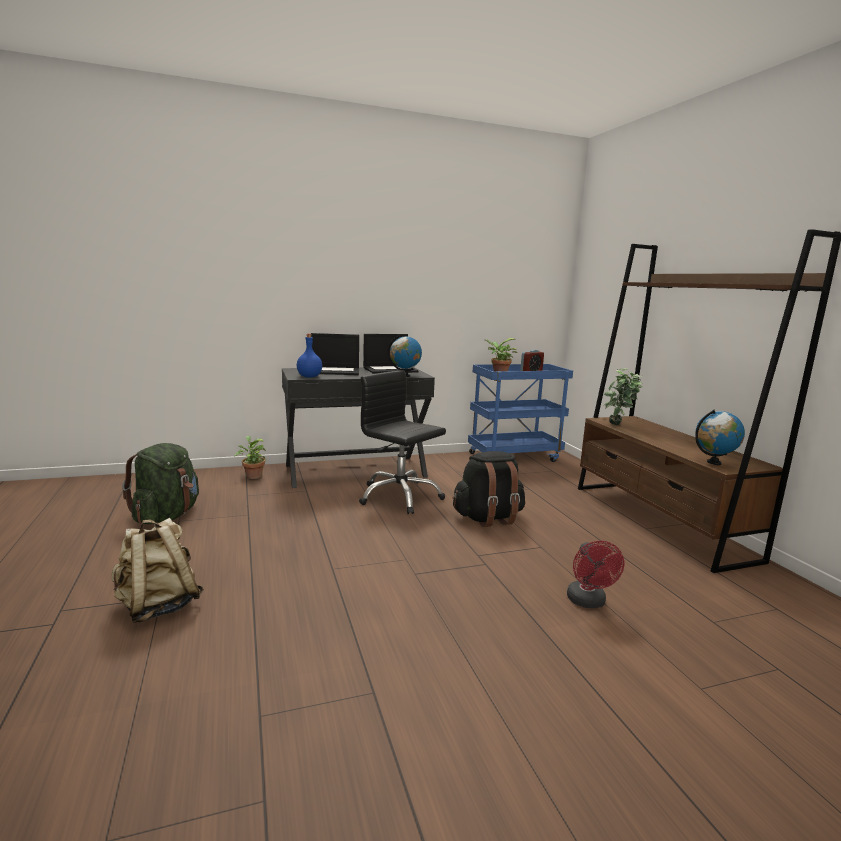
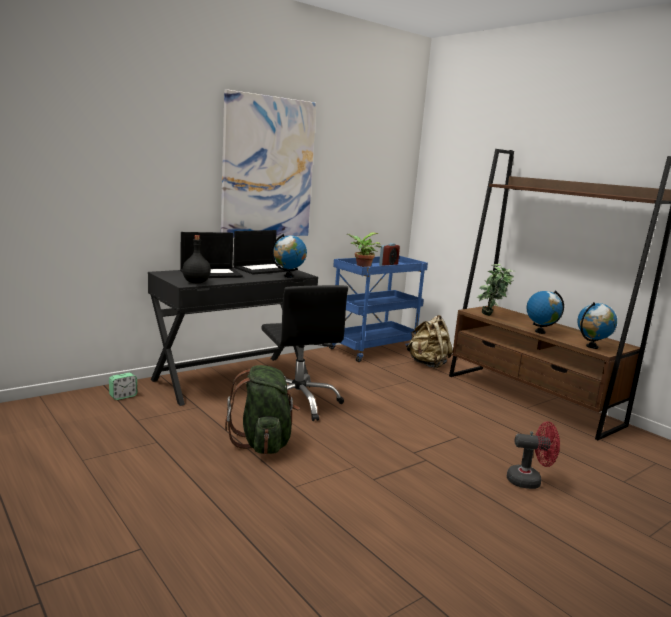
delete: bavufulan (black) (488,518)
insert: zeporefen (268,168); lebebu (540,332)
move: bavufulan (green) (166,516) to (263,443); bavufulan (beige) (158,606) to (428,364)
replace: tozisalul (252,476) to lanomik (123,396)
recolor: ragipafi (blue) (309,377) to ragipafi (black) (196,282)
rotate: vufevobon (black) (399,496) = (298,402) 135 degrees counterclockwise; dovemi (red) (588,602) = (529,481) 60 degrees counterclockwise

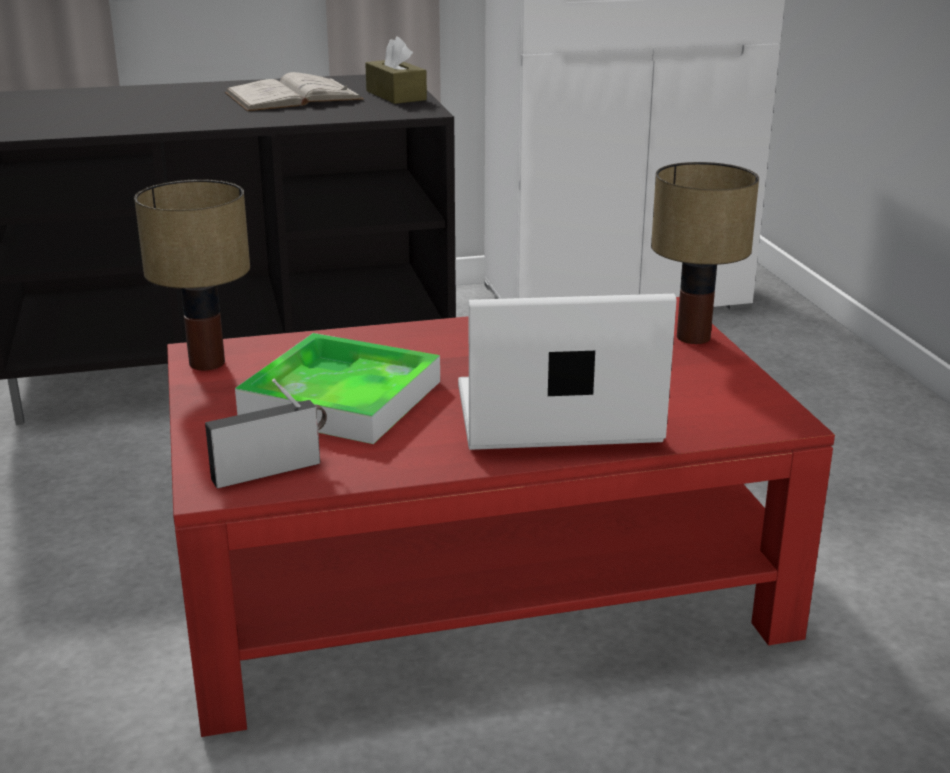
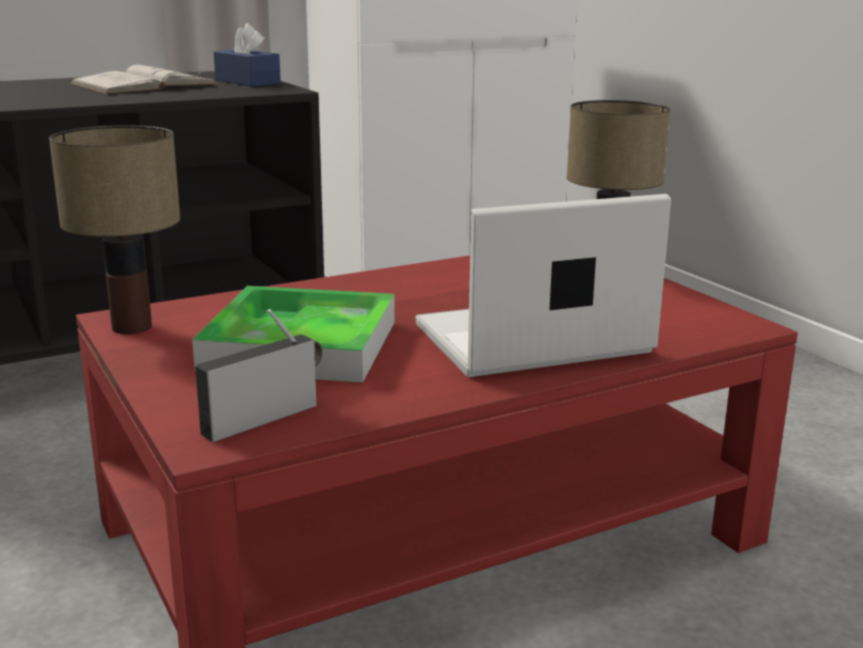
recolor: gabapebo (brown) (396,95) to gabapebo (blue) (247,82)

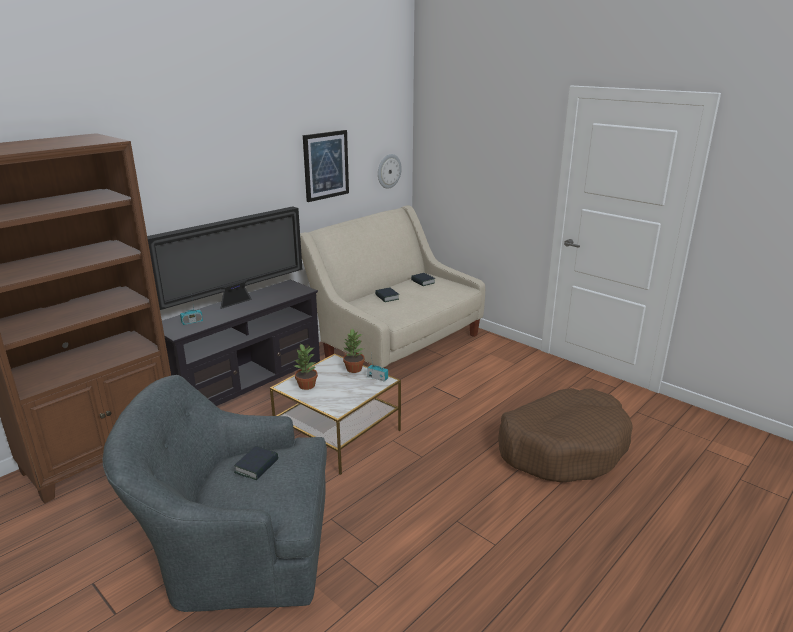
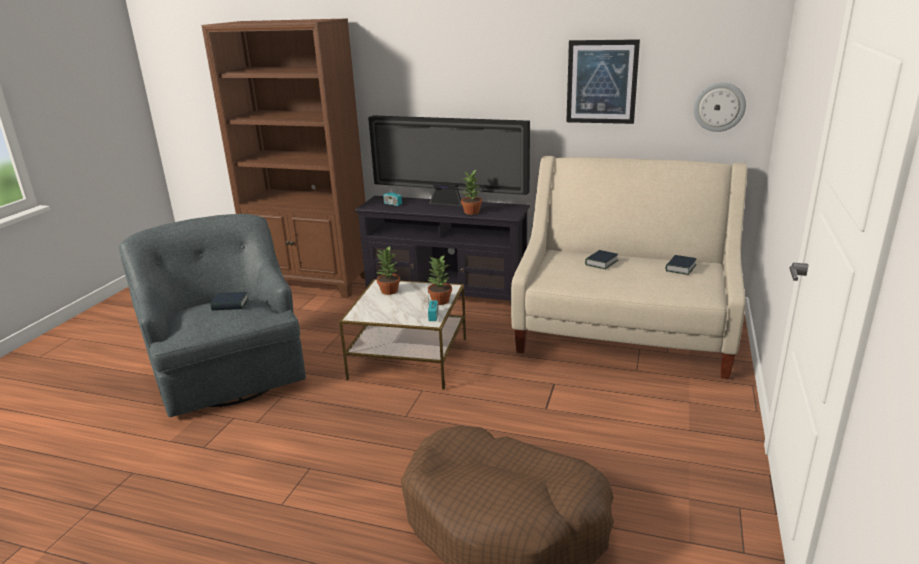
insert: tozisalul (472,212)

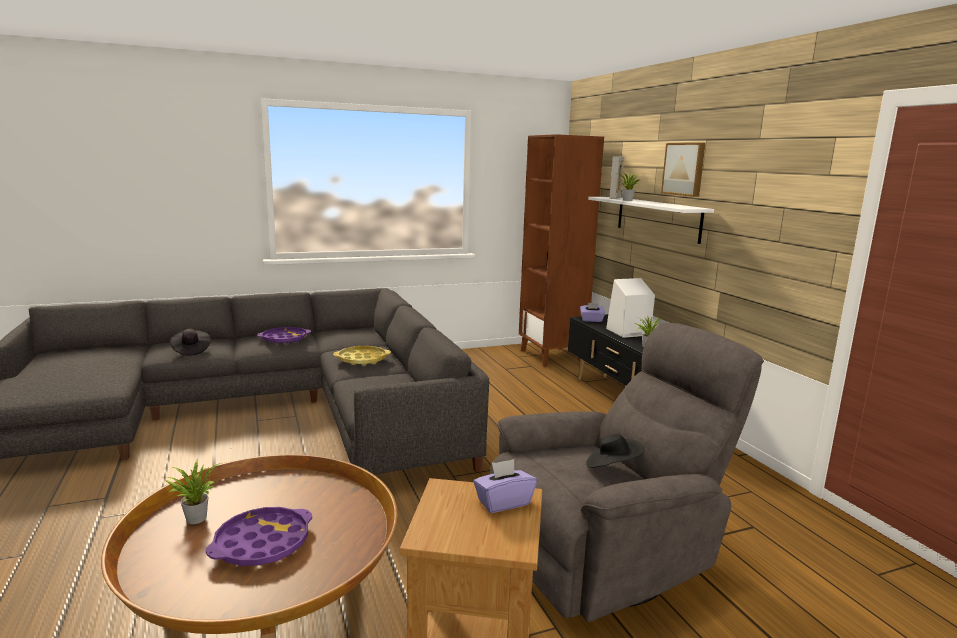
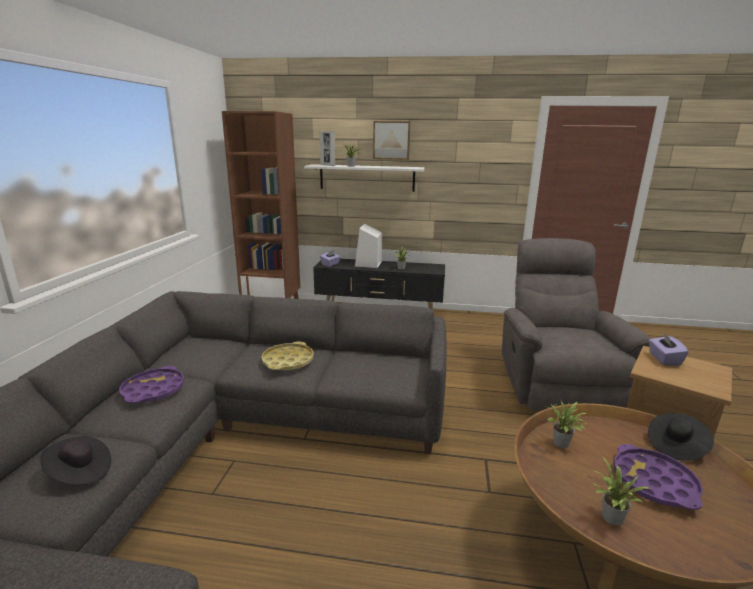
insert: tozisalul (561,444)
move: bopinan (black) (612,467) to (675,446)

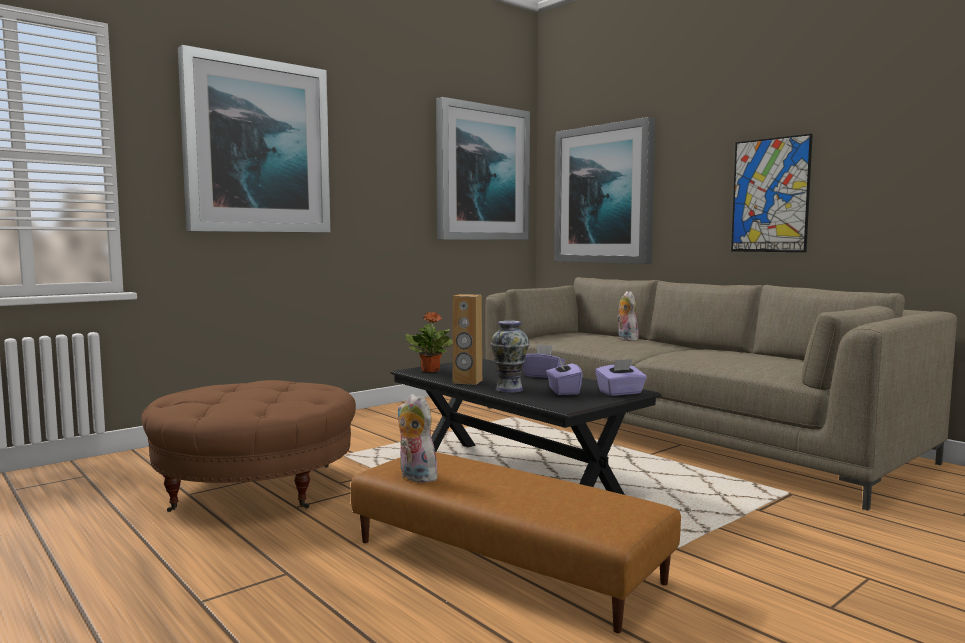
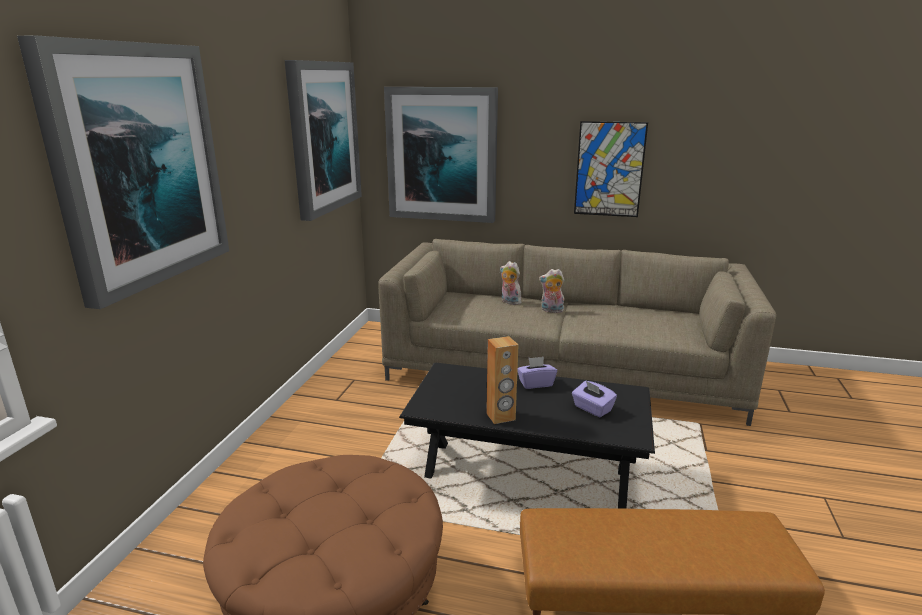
delete: tozisalul (430,370); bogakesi (509,389); gabapebo (purple) (620,393)
move: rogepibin (415,477) to (551,310)

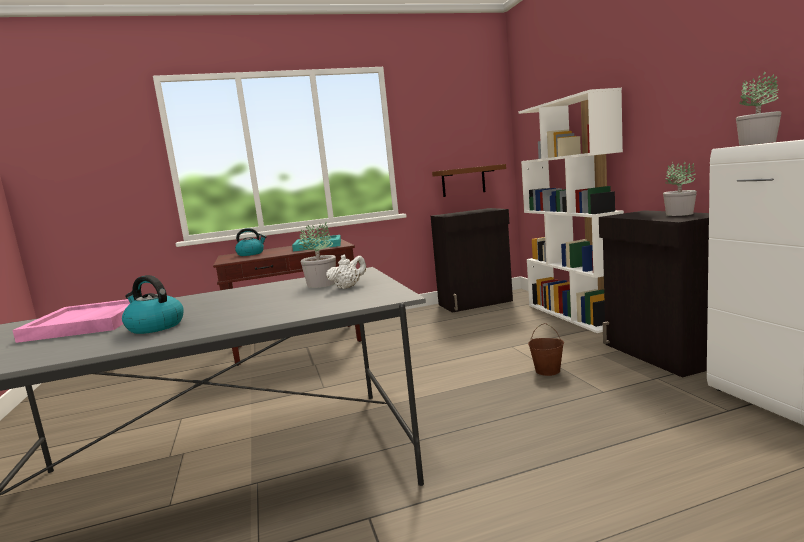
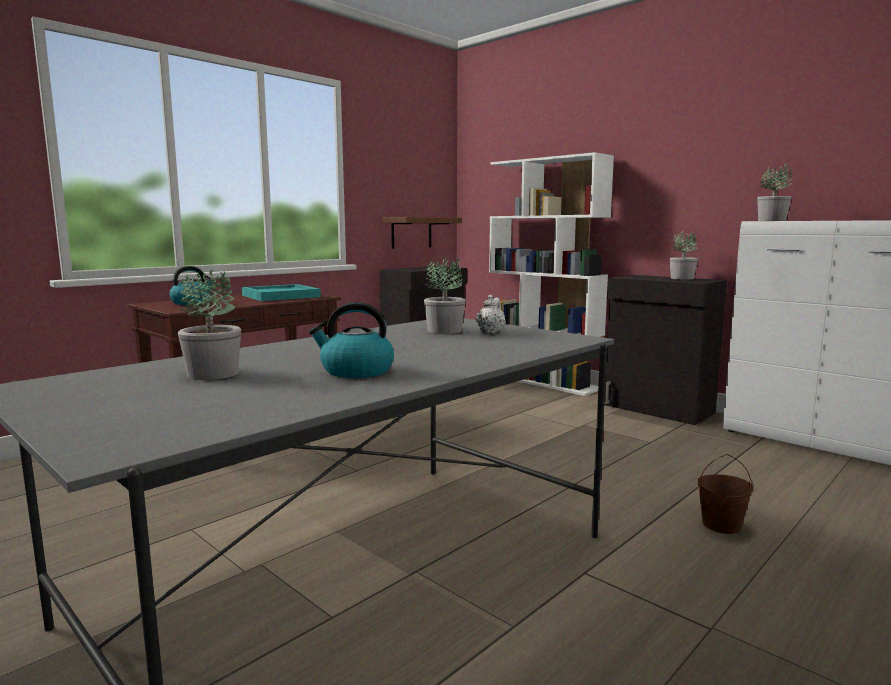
move: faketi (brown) (547,371) to (721,525)
replace: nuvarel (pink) (89,323) to tozisalul (214,374)

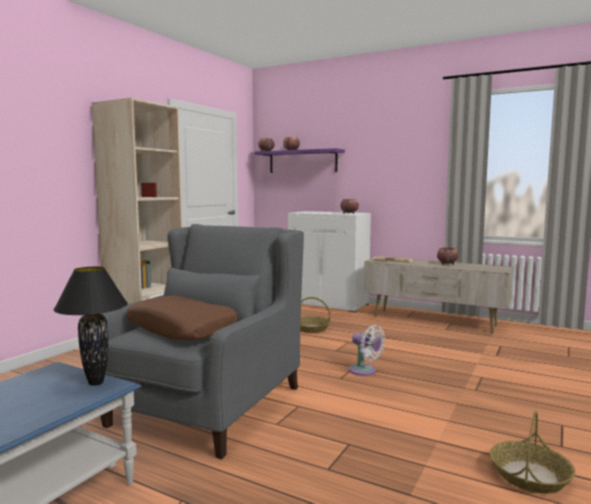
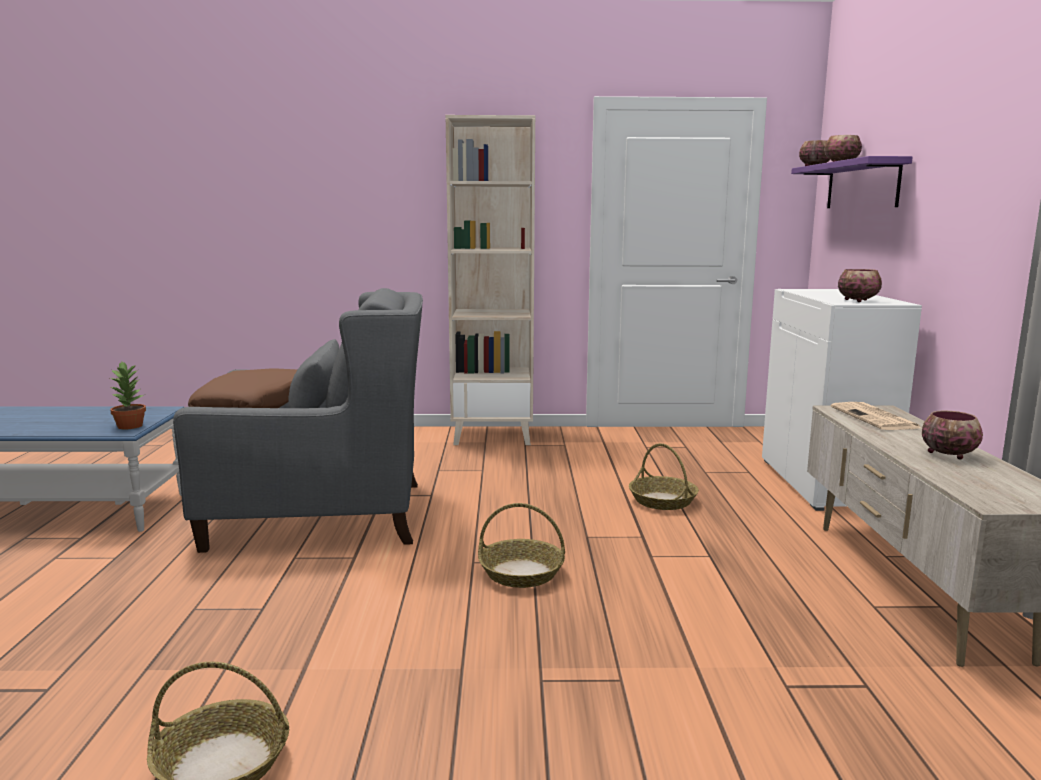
replace: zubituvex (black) (95,383) to tozisalul (130,426); dovemi (white) (365,371) to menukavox (522,573)

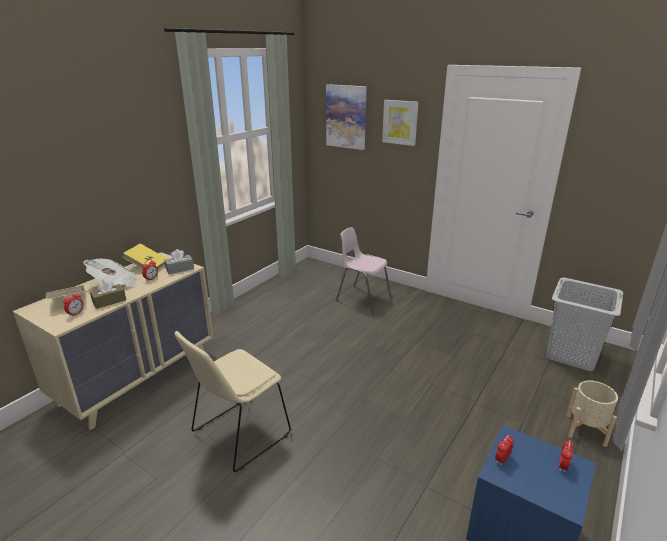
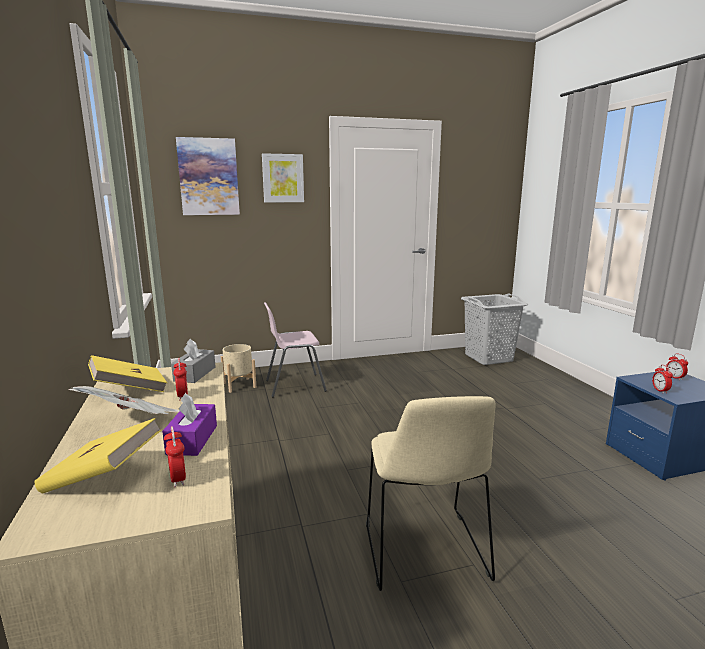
move: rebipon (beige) (585,430) to (239,385)
recolor: gabapebo (brown) (109,301) to gabapebo (purple) (192,440)

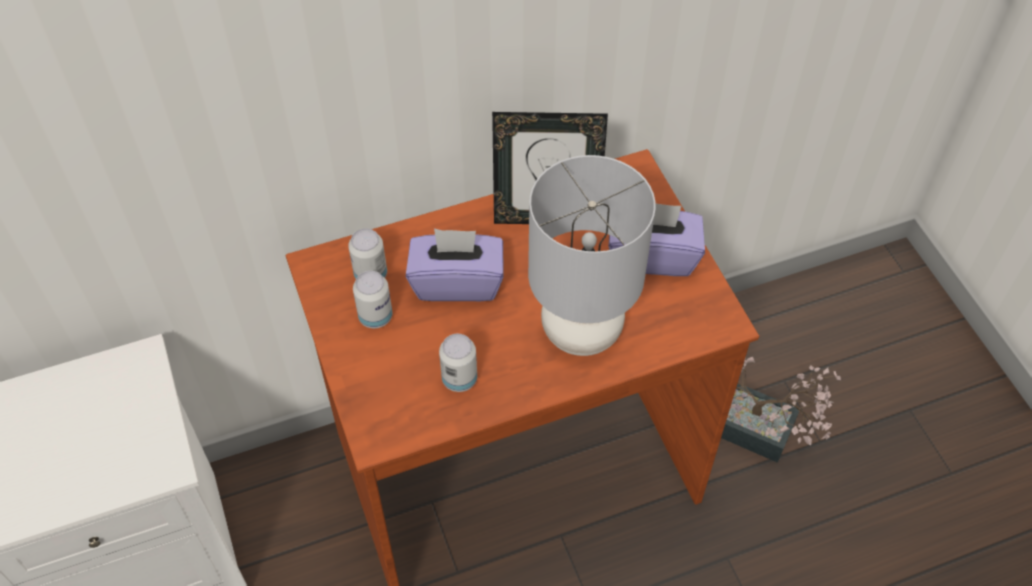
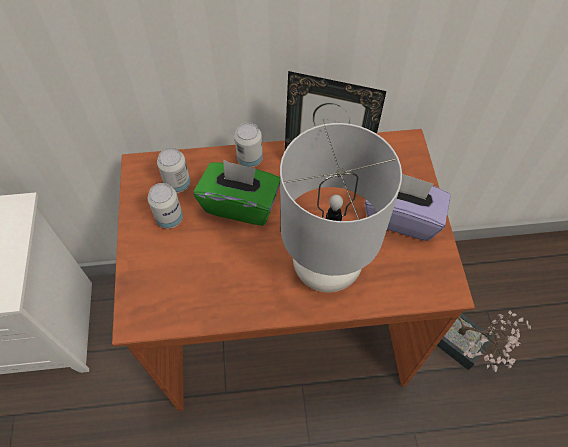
move: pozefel (459,379) to (250,159)
recolor: gabapebo (purple) (457,282) to gabapebo (green) (240,204)

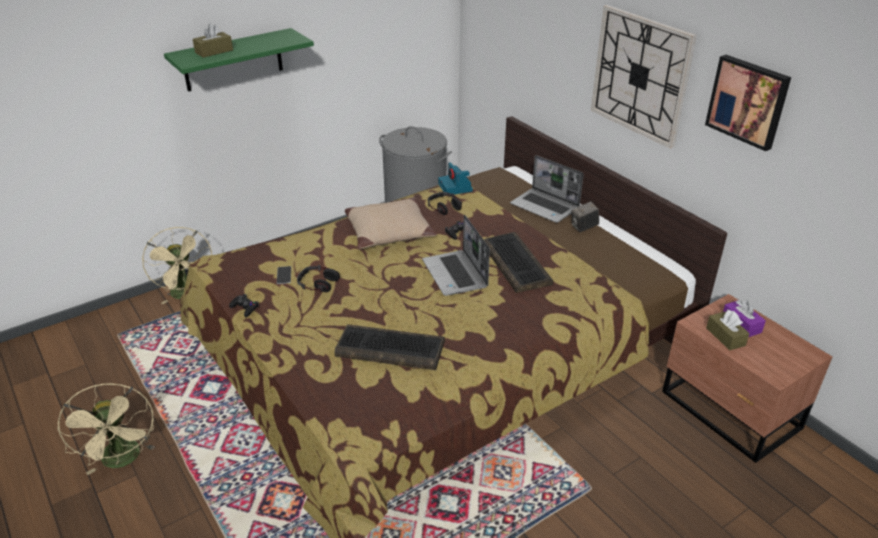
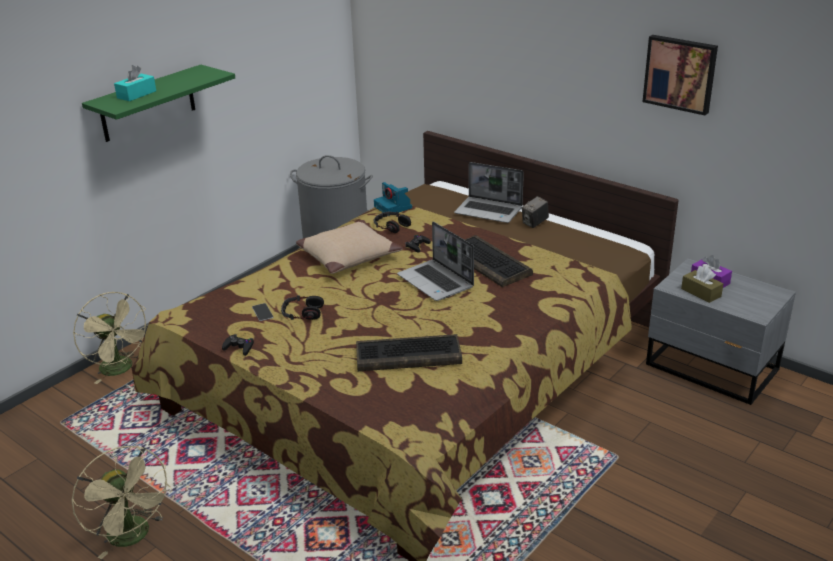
delete: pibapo (640,75)
recolor: gabapebo (brown) (214,51) to gabapebo (turquoise) (136,94); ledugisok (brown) (730,412) to ledugisok (grey) (712,369)

